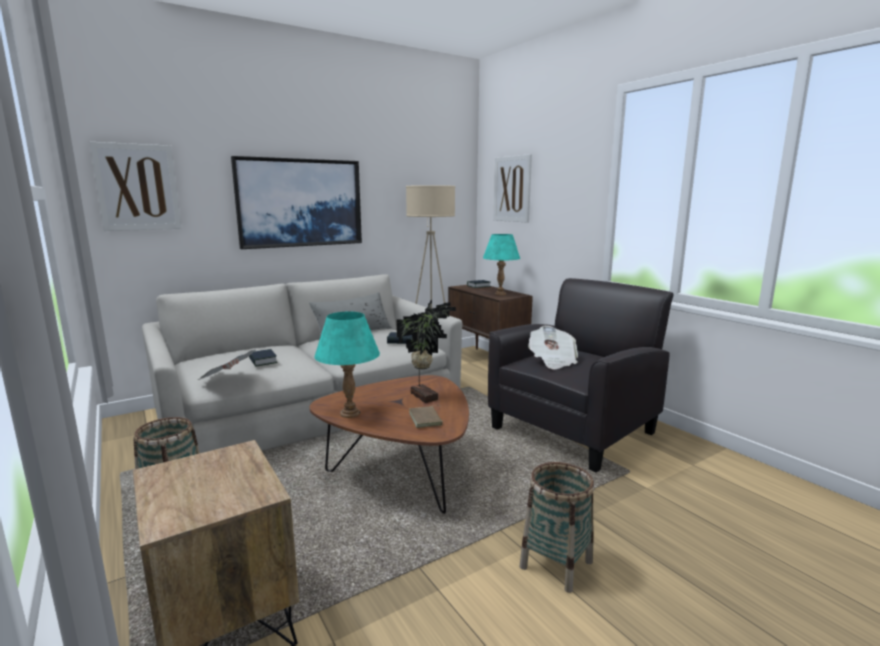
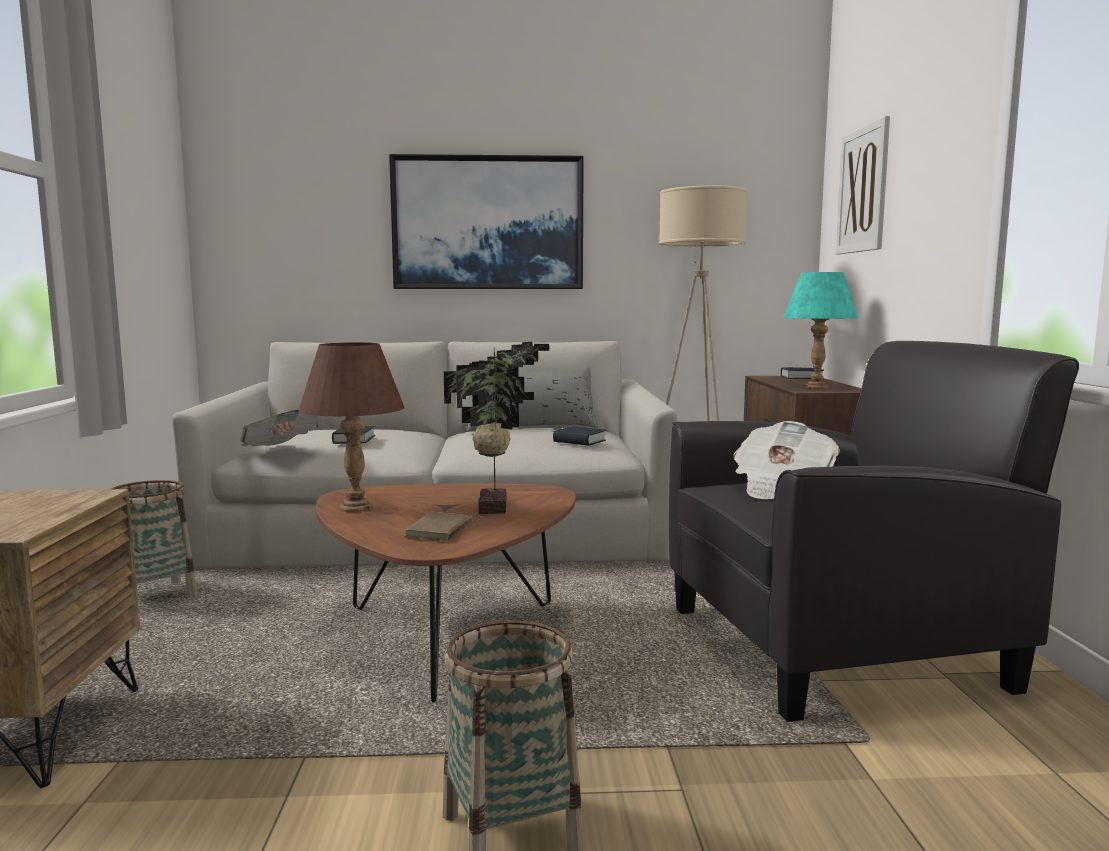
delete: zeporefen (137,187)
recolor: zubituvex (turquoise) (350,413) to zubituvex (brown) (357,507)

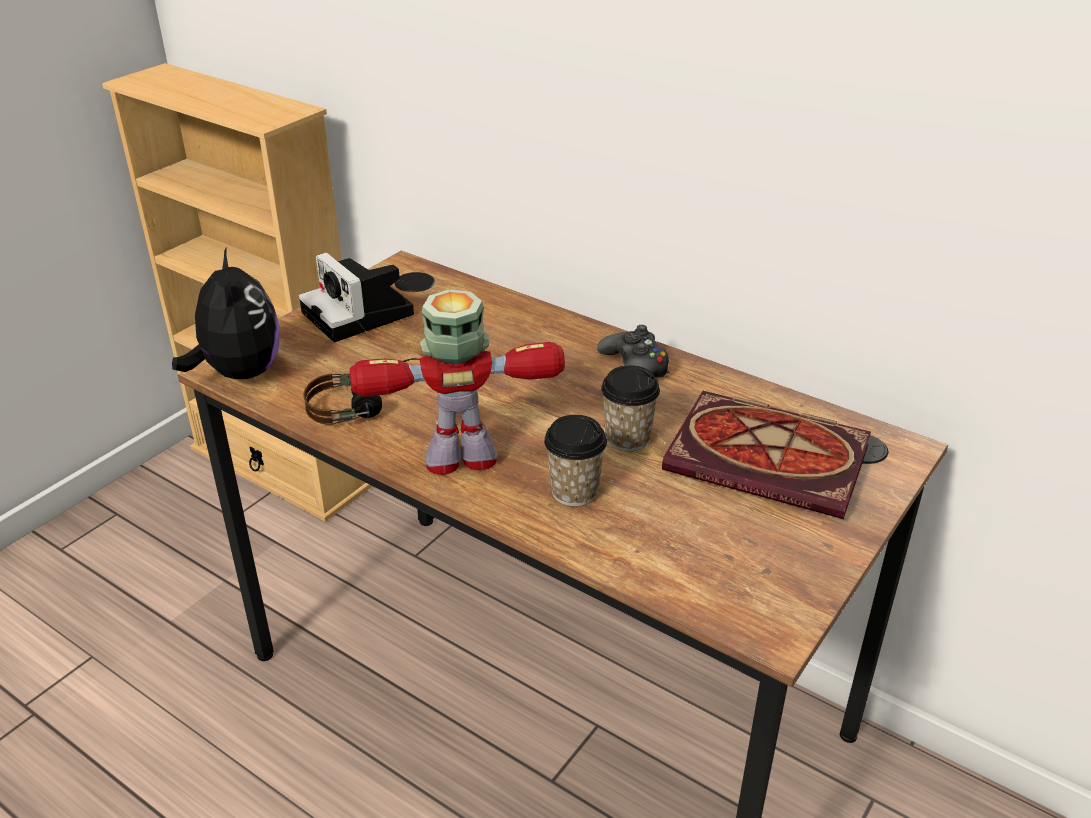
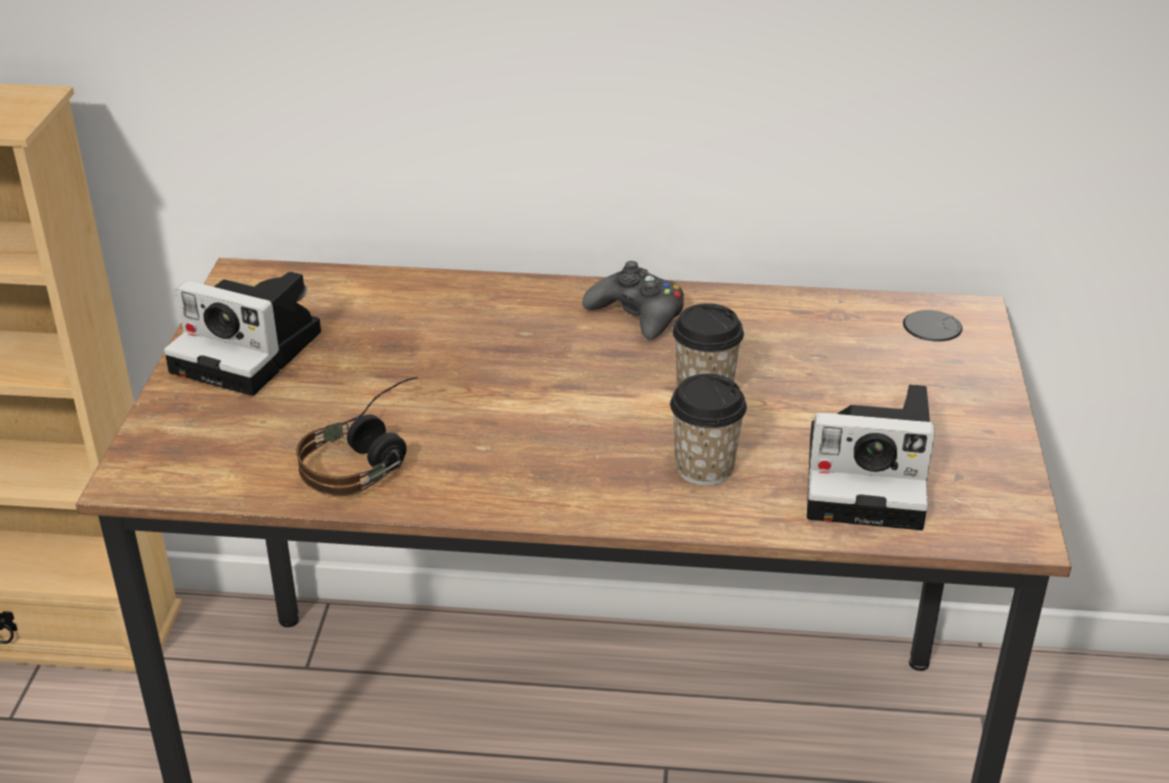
delete: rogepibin (239,373); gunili (462,459); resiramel (772,459)
insert: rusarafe (871,479)

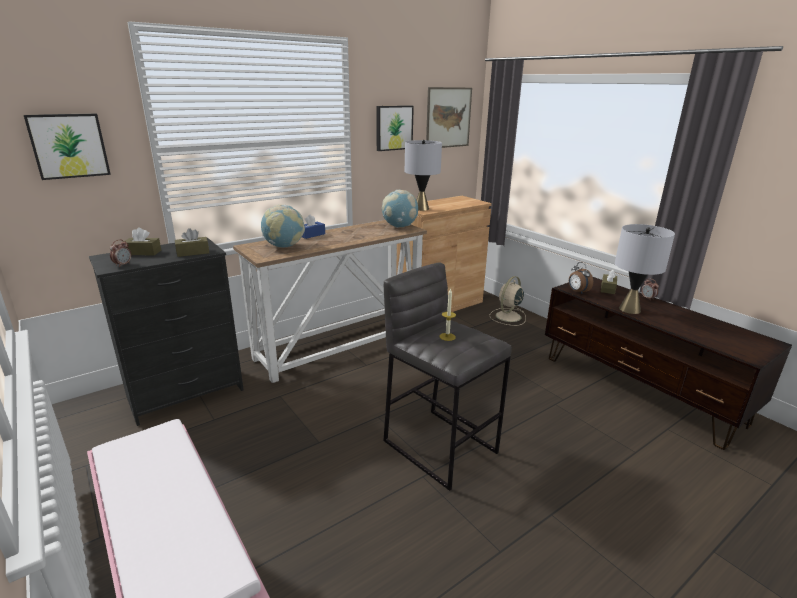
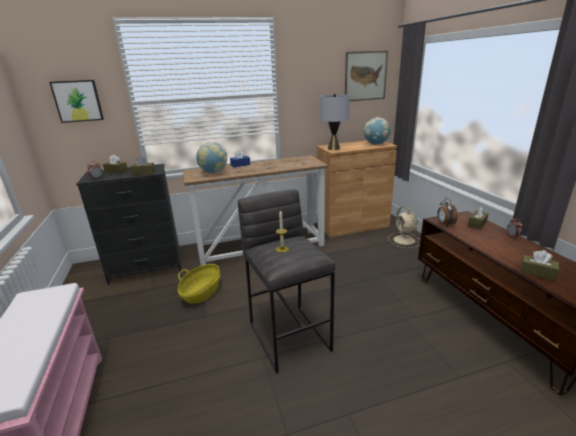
delete: zeporefen (393,127); zubituvex (grey) (629,309)
insert: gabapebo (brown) (537,272); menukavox (202,293)
move: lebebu (399,226) to (376,144)
rotate: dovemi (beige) (507,317) = (404,240) 75 degrees counterclockwise

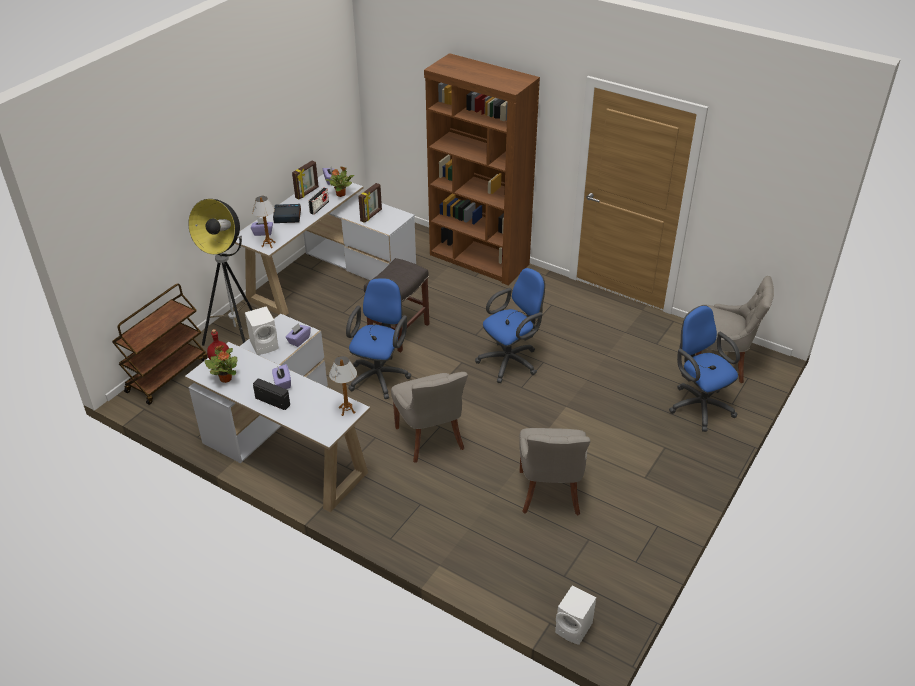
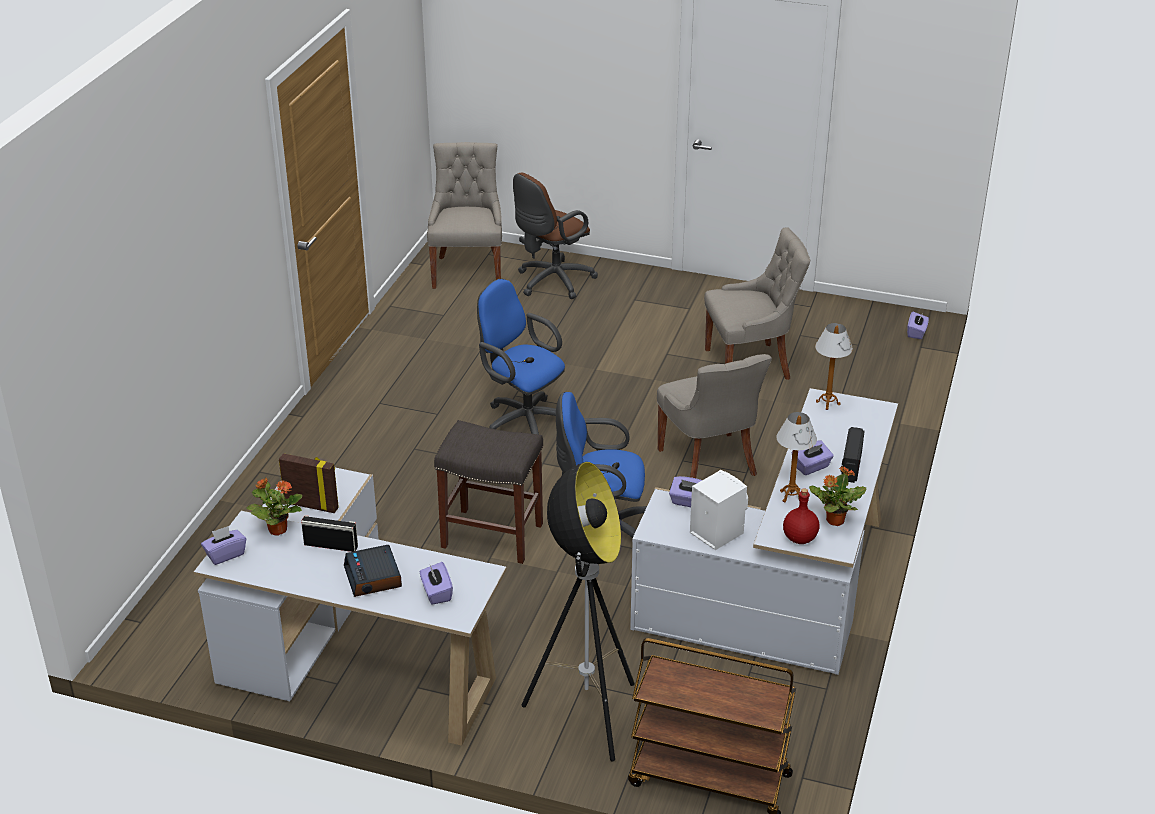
delete: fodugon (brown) (479,260); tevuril (307,193)
move: zubituvex (268,244) to (791,496)
replace: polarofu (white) (574,629) to gabapebo (purple) (916,333)
recolor: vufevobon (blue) (698,405) to vufevobon (brown) (551,282)
rotate: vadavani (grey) (431,439) = (709,463) 105 degrees clockwise

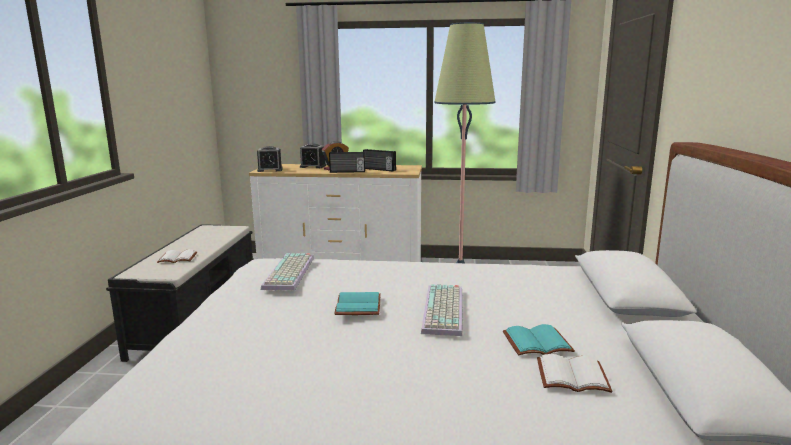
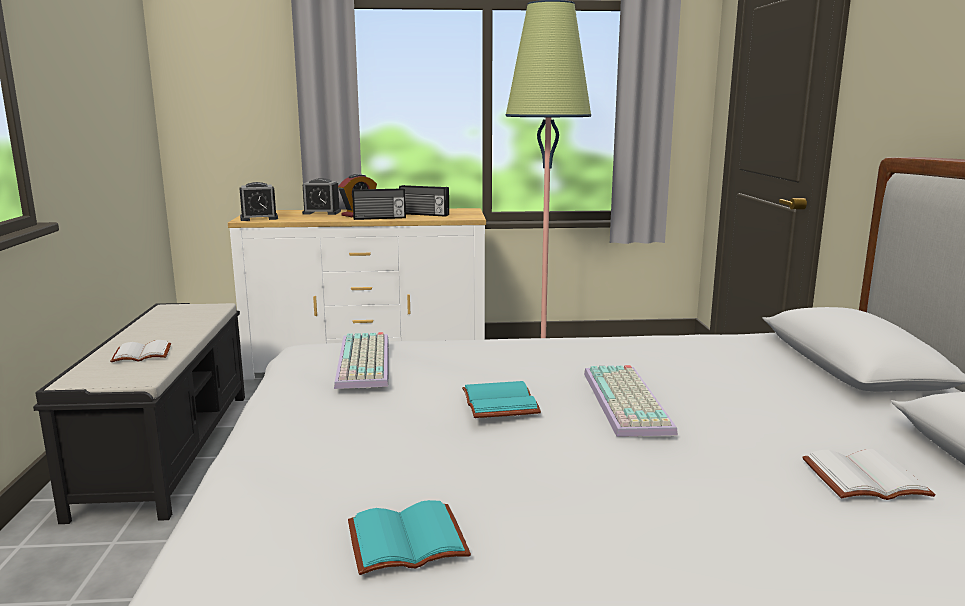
move: resiramel (turquoise) (537,342) to (408,539)

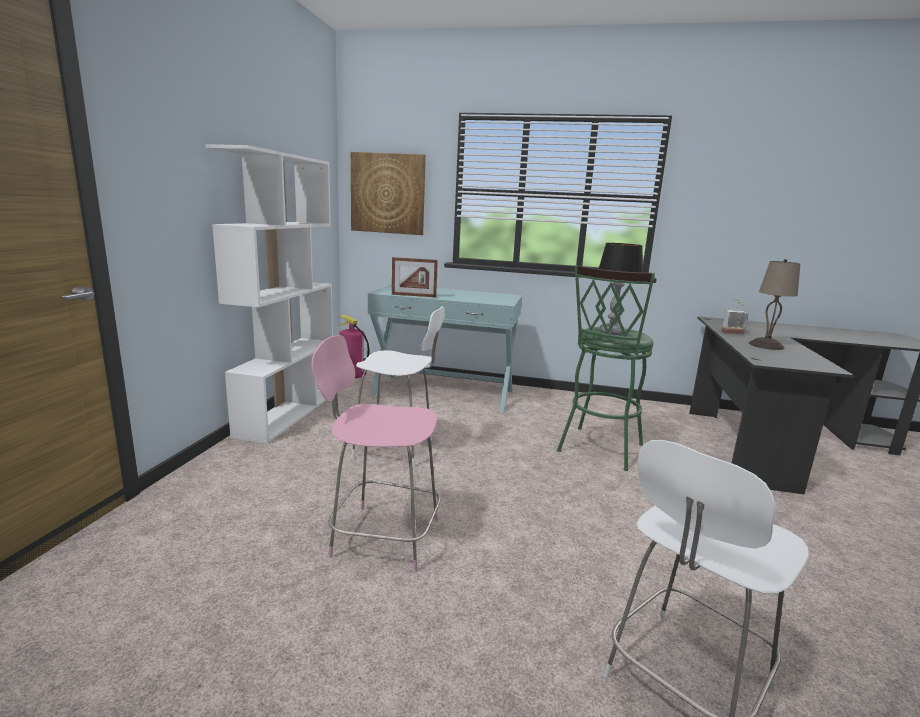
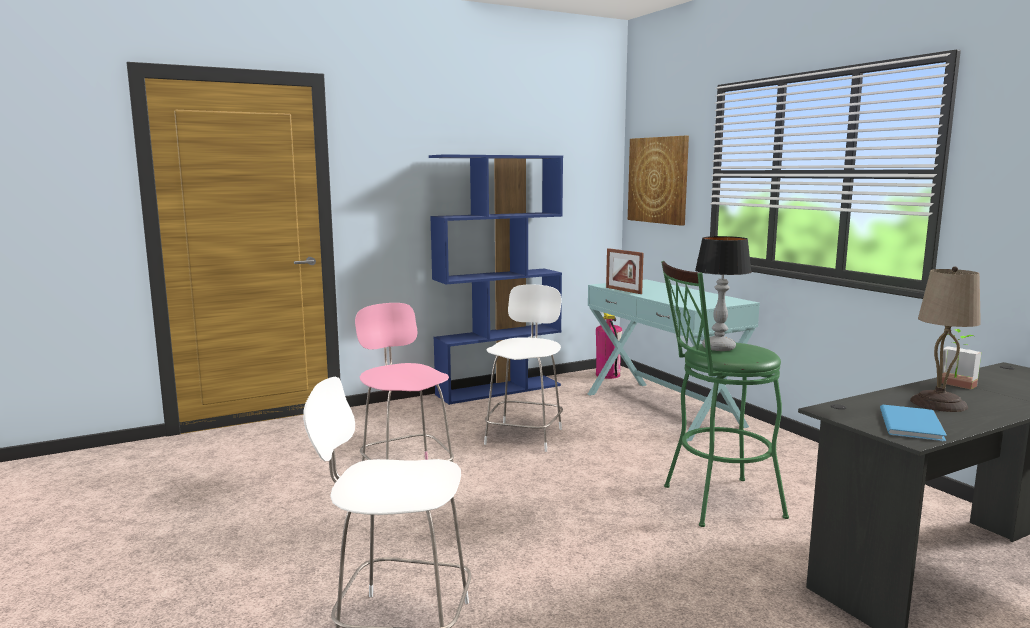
insert: resiramel (blue) (913,424)
recolor: fodugon (white) (287,413) to fodugon (blue) (499,389)
rotate: vadavani (white) (396,448) = (525,435) 135 degrees counterclockwise

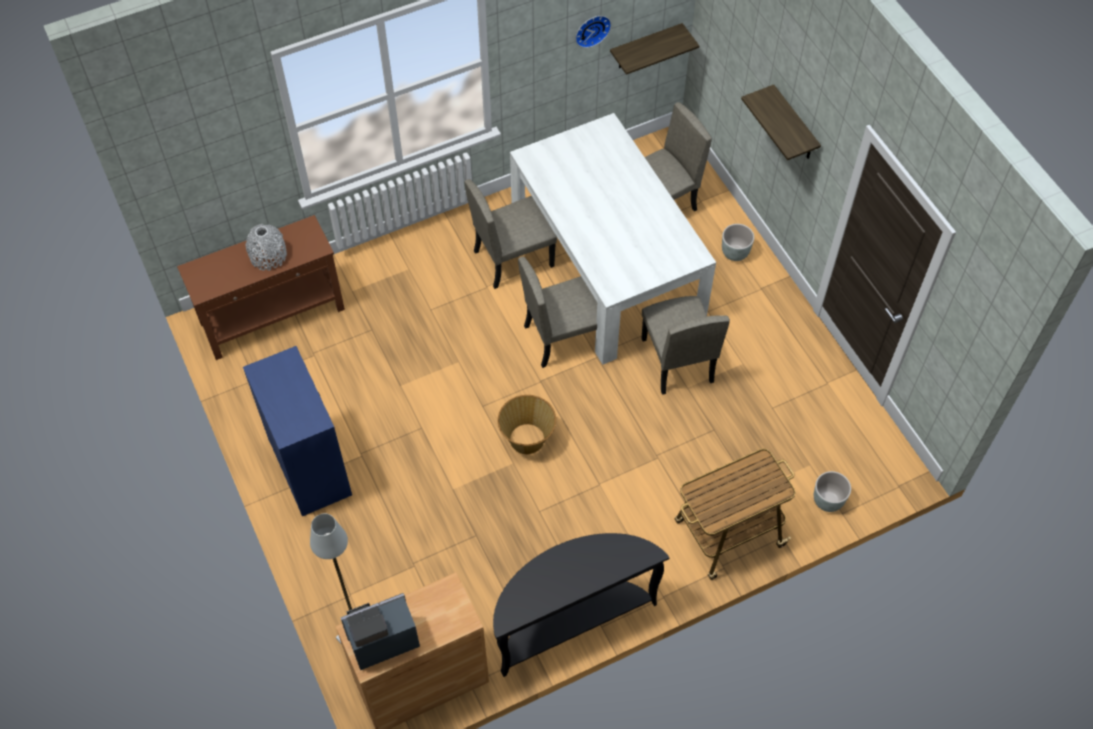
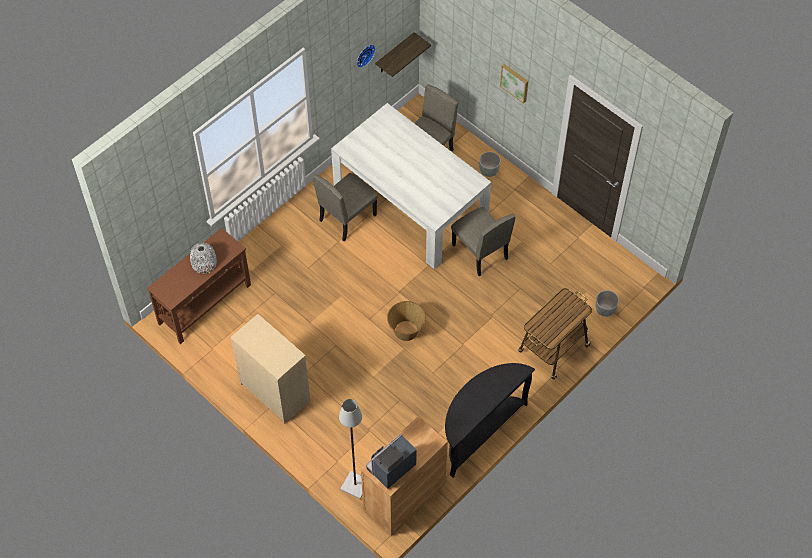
delete: vadavani (beige) (564,336)
replace: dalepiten (794,125) to zeporefen (515,82)
recolor: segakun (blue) (310,467) to segakun (beige) (275,392)

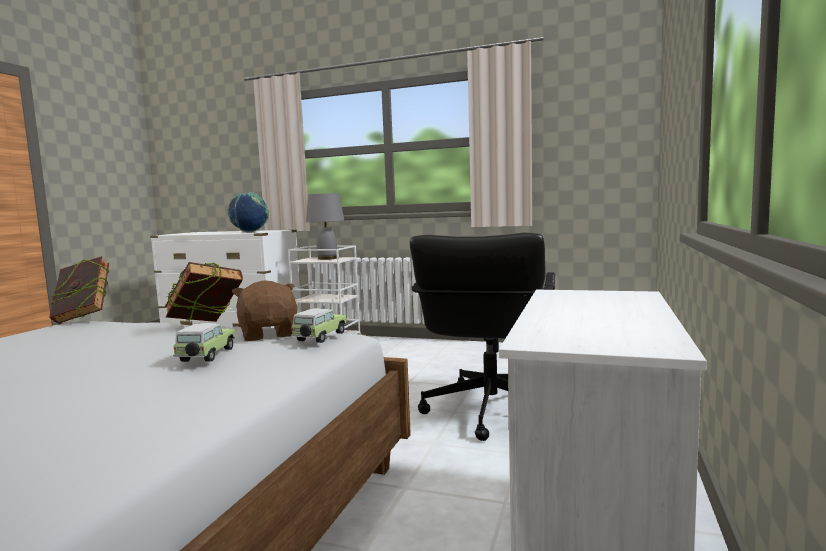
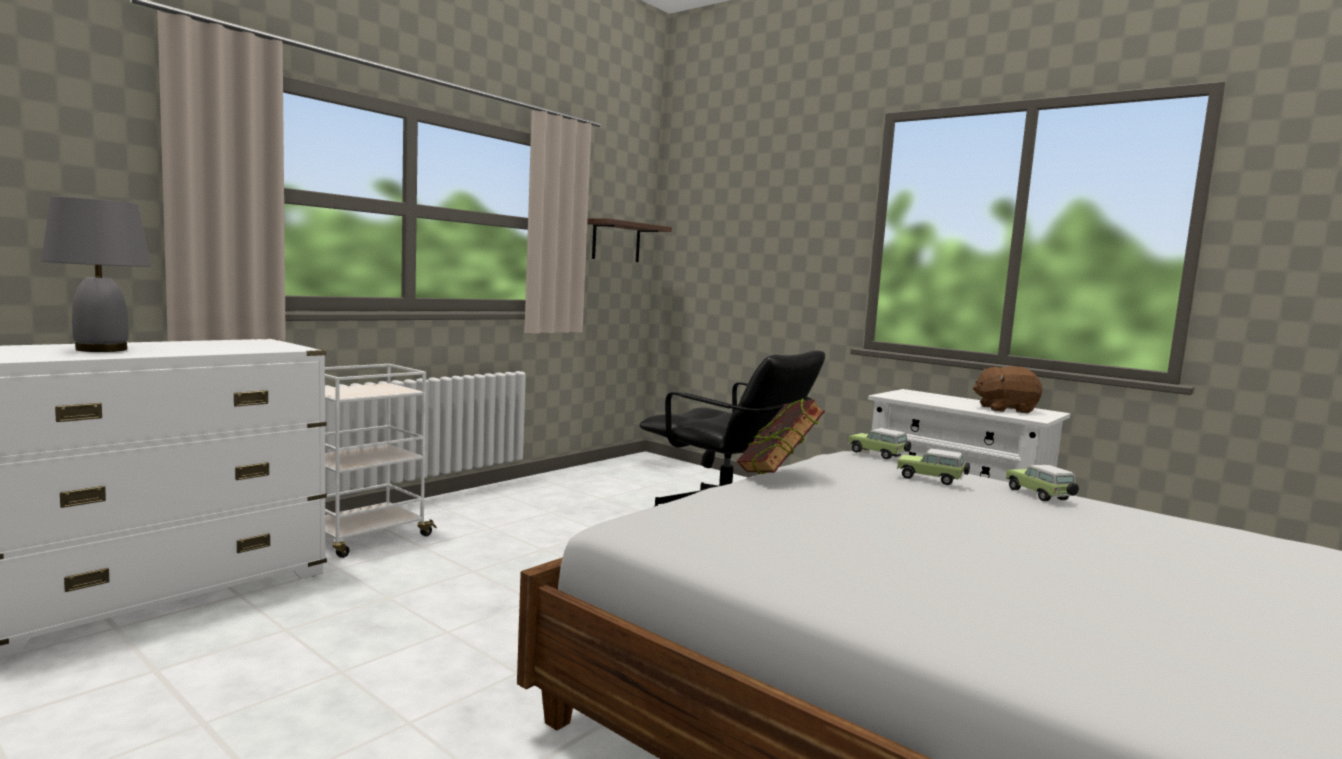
delete: lebebu (250,232); resiramel (84,318)
insert: dalepiten (616,241); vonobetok (1040,495)
move: zubituvex (grey) (327,258) to (100,349); rogepibin (brown) (269,334) to (1005,409)

